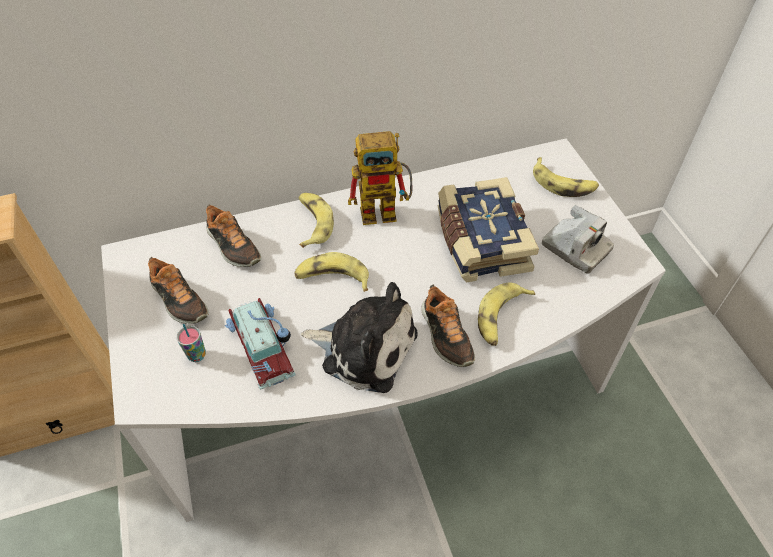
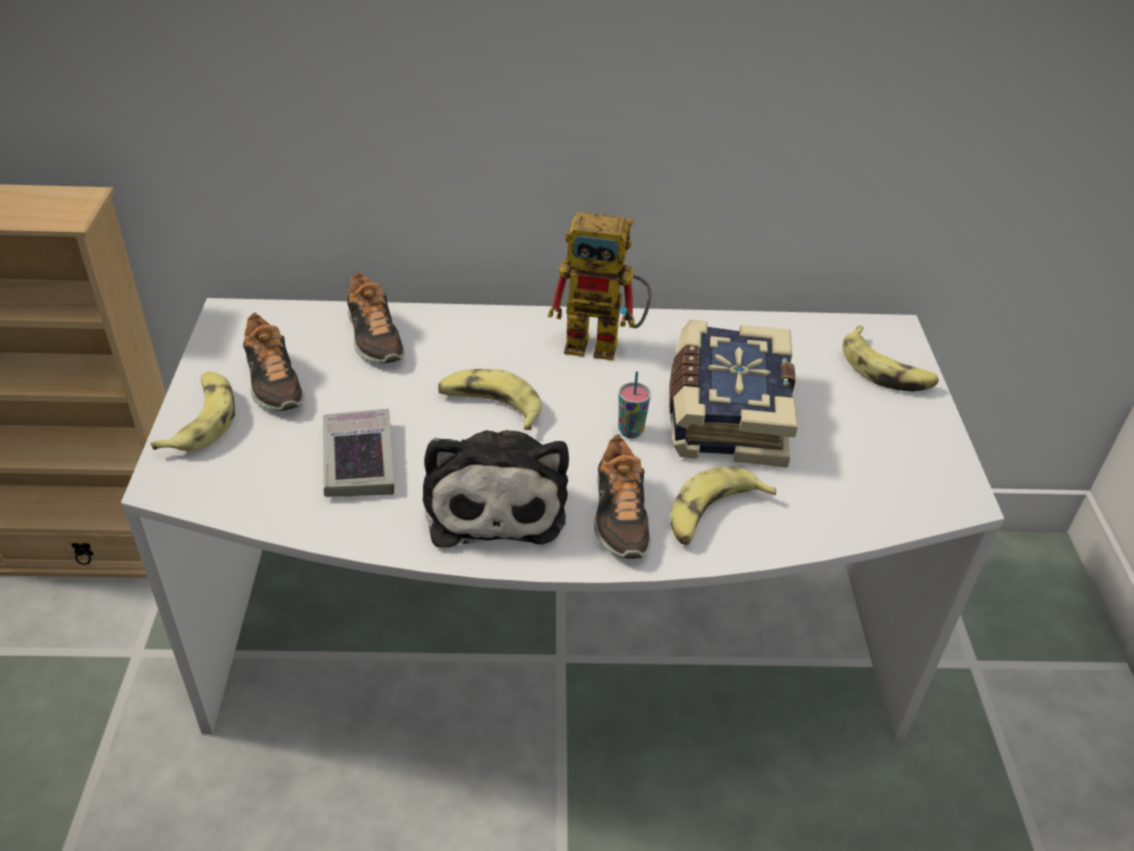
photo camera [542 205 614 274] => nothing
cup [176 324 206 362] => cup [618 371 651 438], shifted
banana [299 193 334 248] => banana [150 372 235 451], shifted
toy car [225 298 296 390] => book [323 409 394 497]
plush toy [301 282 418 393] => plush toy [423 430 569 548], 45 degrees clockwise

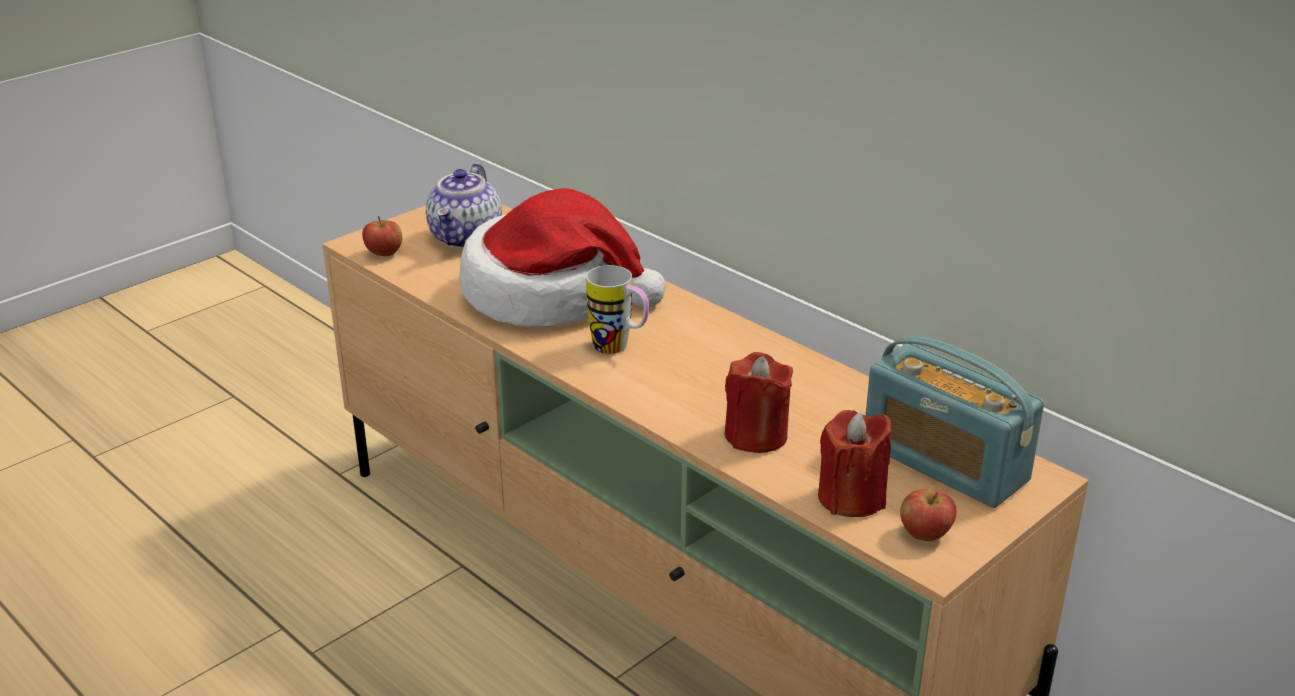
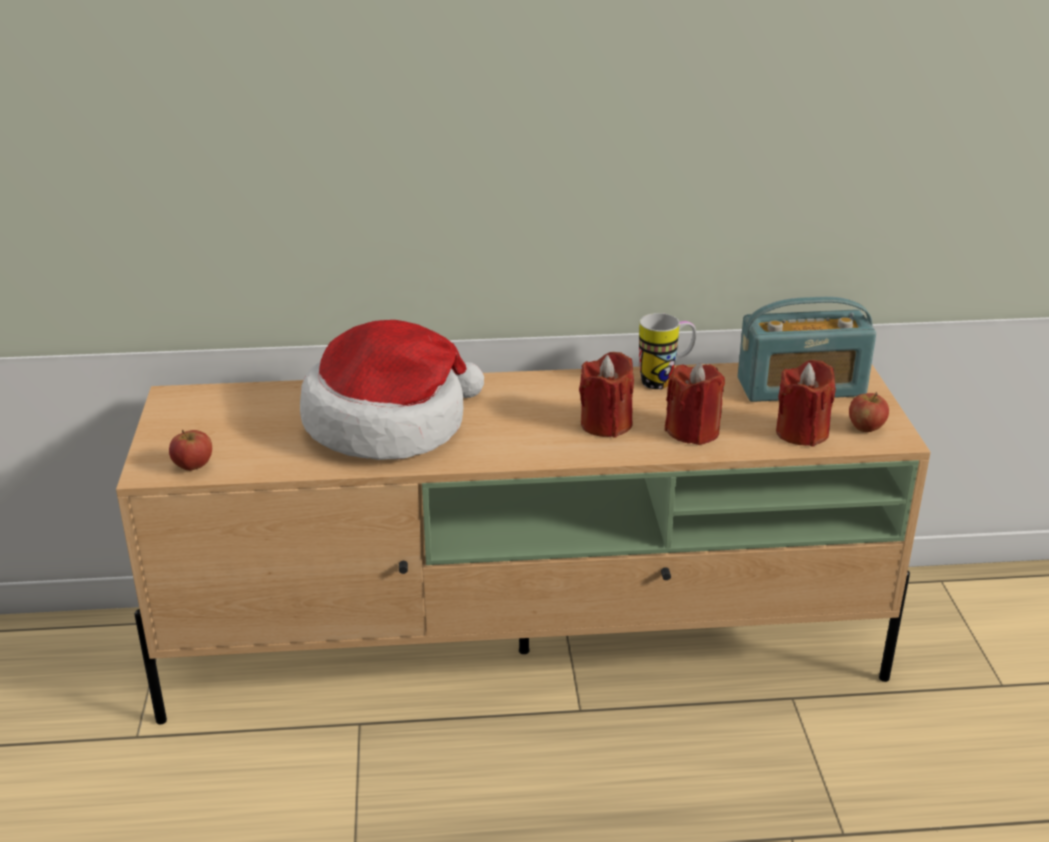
teapot [426 163 502 248] => nothing
nothing => candle in red [579 352 634 437]
mug [586 265 649 354] => mug [639 313 696 389], shifted

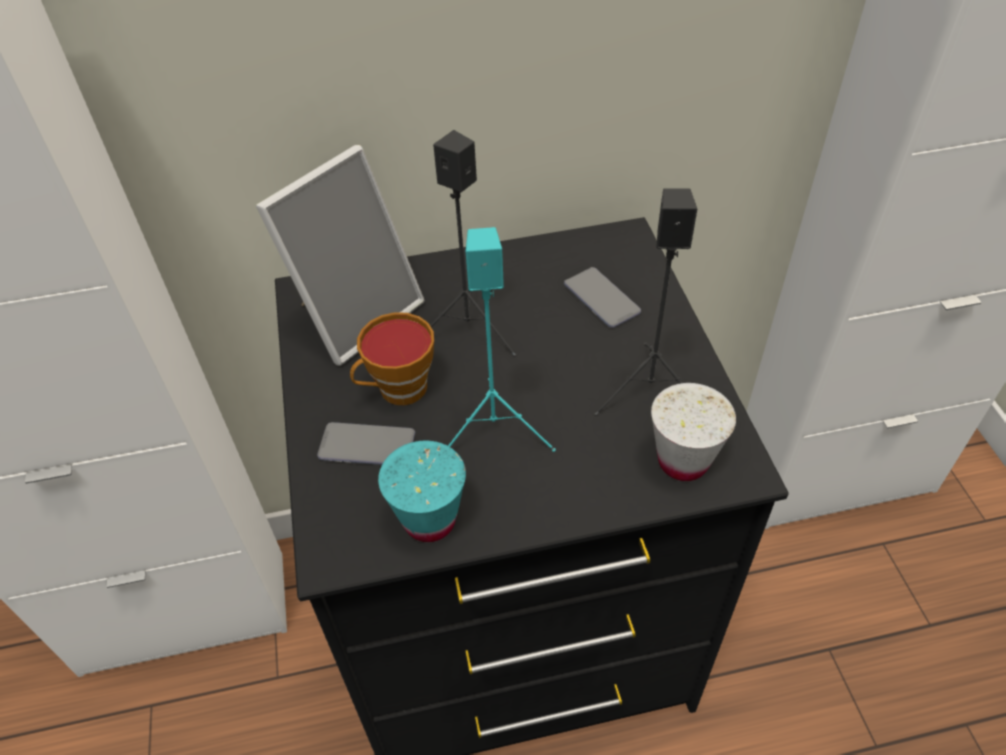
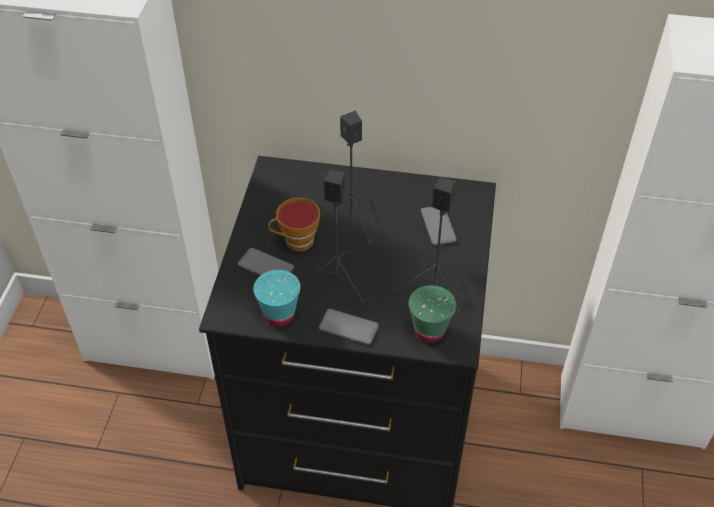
picture frame [256 145 425 366] => nothing
nothing => phone [319 309 379 345]
speaker in turquoise [448 227 556 452] => speaker in black [300 169 364 303]
cup in white [651 383 736 481] => cup in green [408 285 456 343]

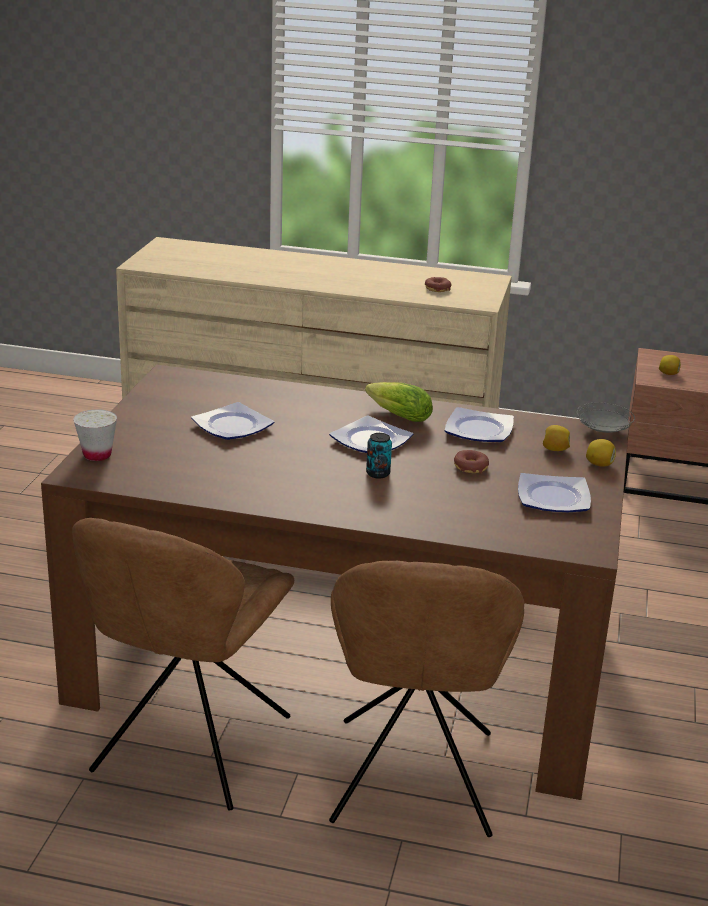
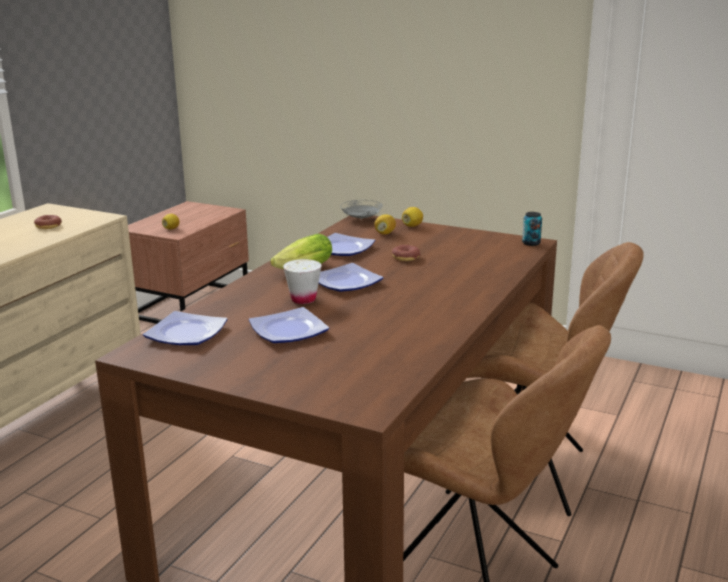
cup in white [73 409 117 461] => cup in white [283 259 322 304], shifted
can [366 433 392 479] => can [522 212 542 246], shifted
plate [518 473 591 512] => plate [143 311 228 345], shifted

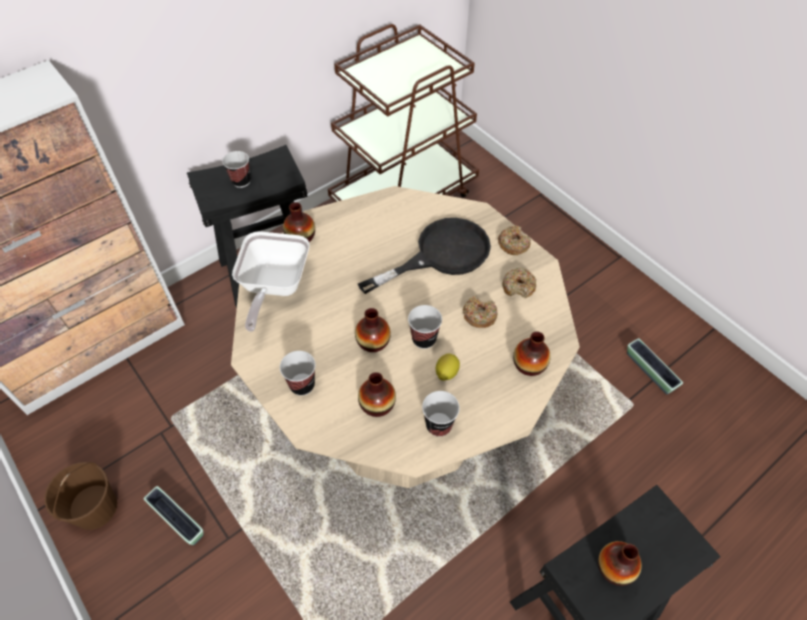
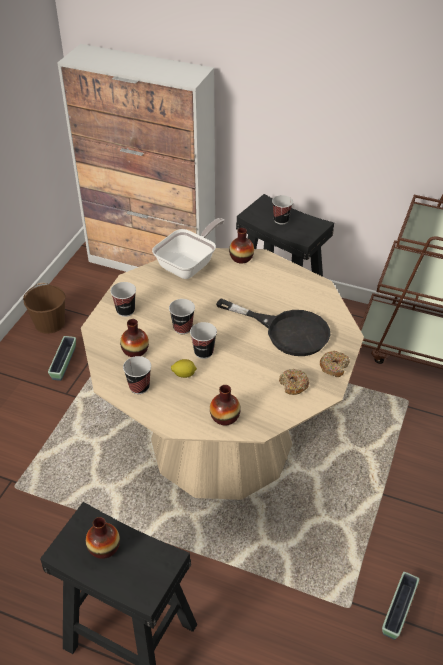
donut [463 296 497 328] => nothing
vase [355 308 391 352] => cup [169 299 195 334]
frying pan [232 231 310 332] => frying pan [152 218 225 279], 150 degrees clockwise

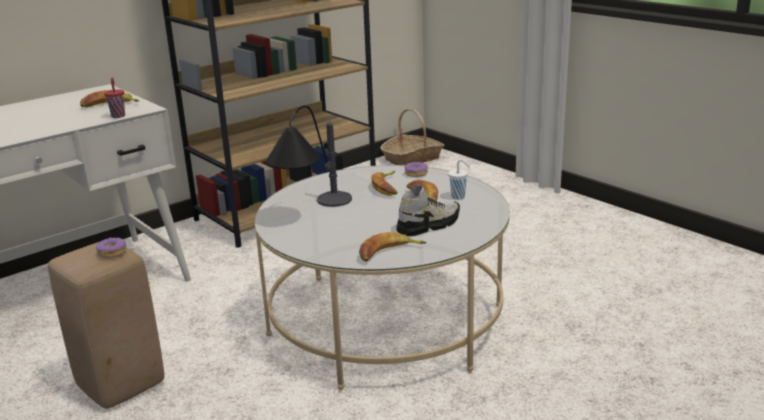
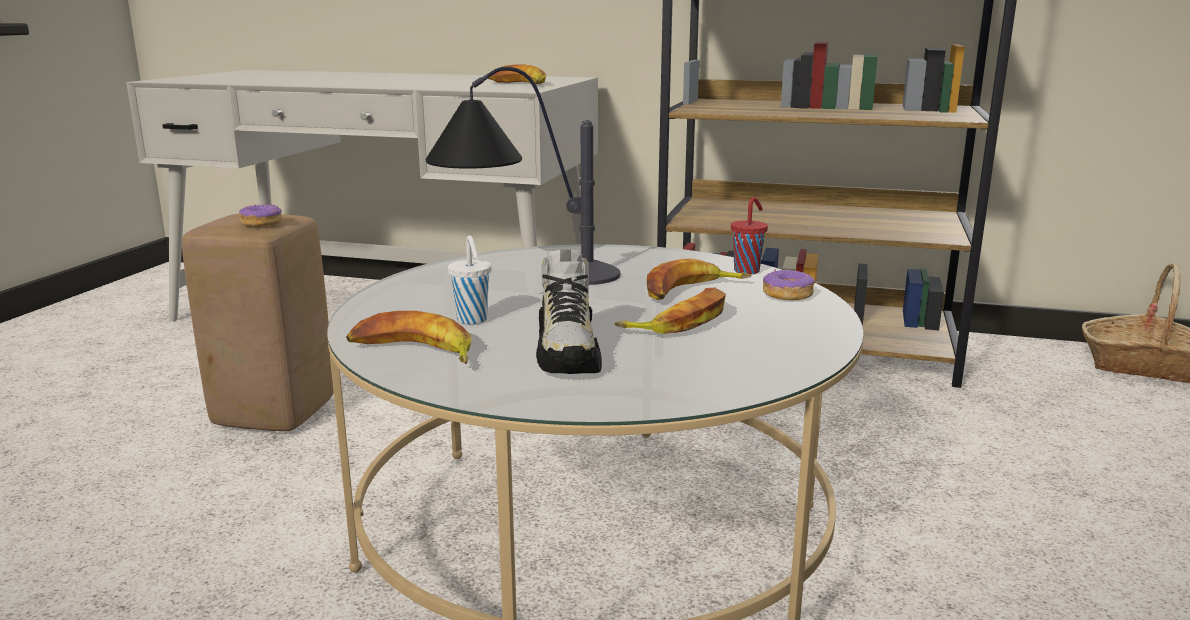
cup in red [104 78 125 118] => cup in red [731 197 768 274], shifted
cup in white [448 159 470 199] => cup in white [448 235 492 324], shifted
shoe [396 185 460 236] => shoe [536 249 602 374], 60 degrees clockwise

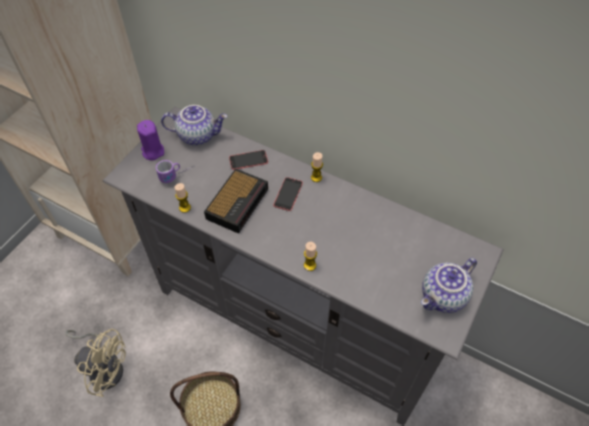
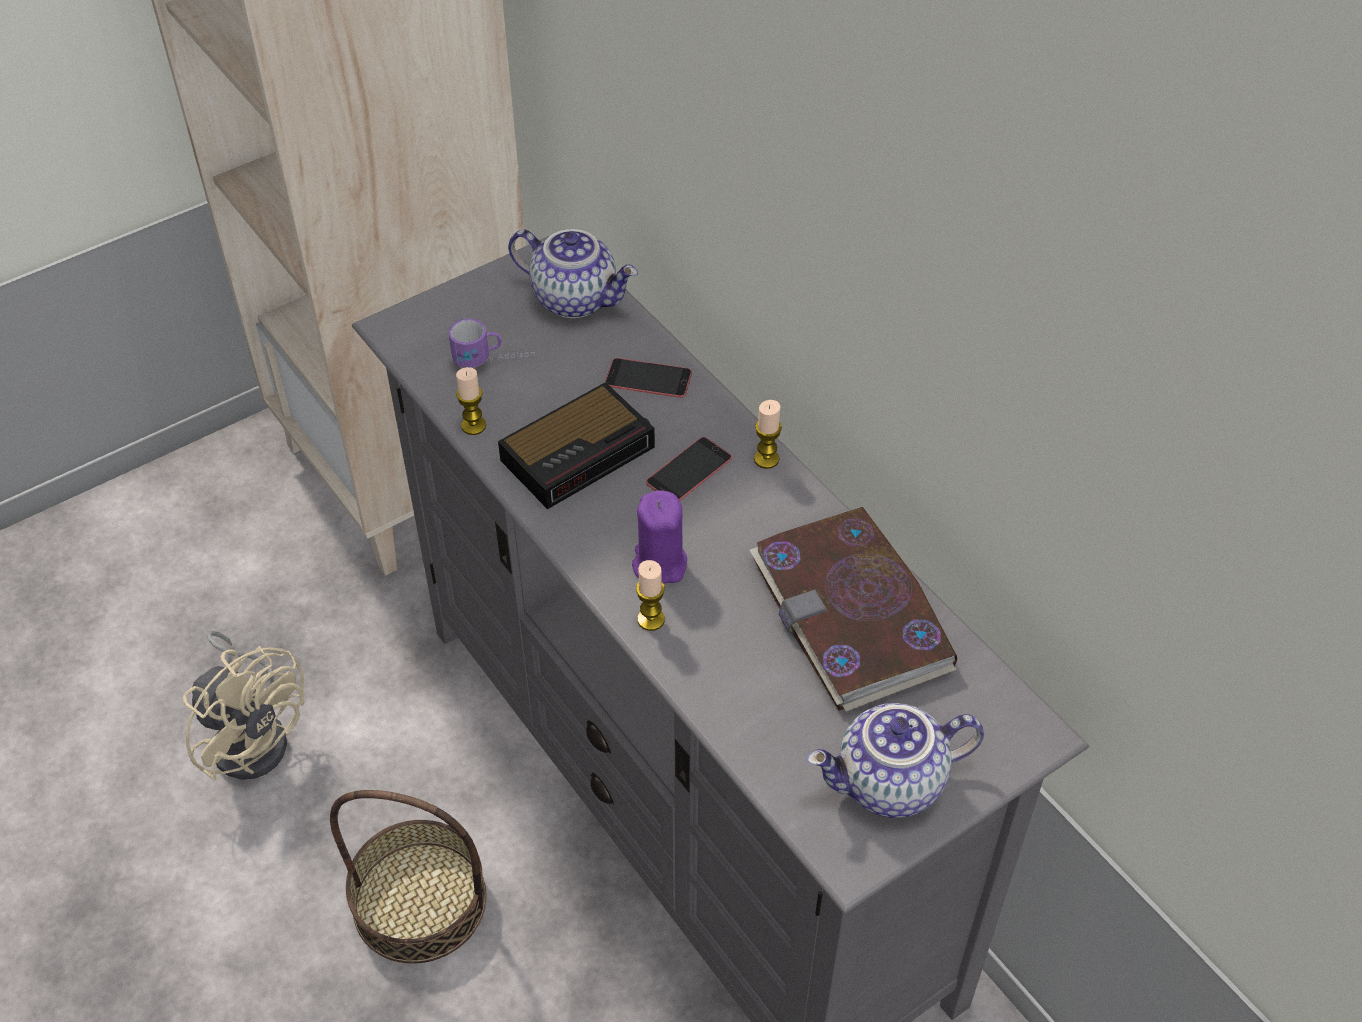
nothing => book [750 507 957 711]
candle in purple [137 120 164 160] => candle in purple [632 490 687 584], shifted

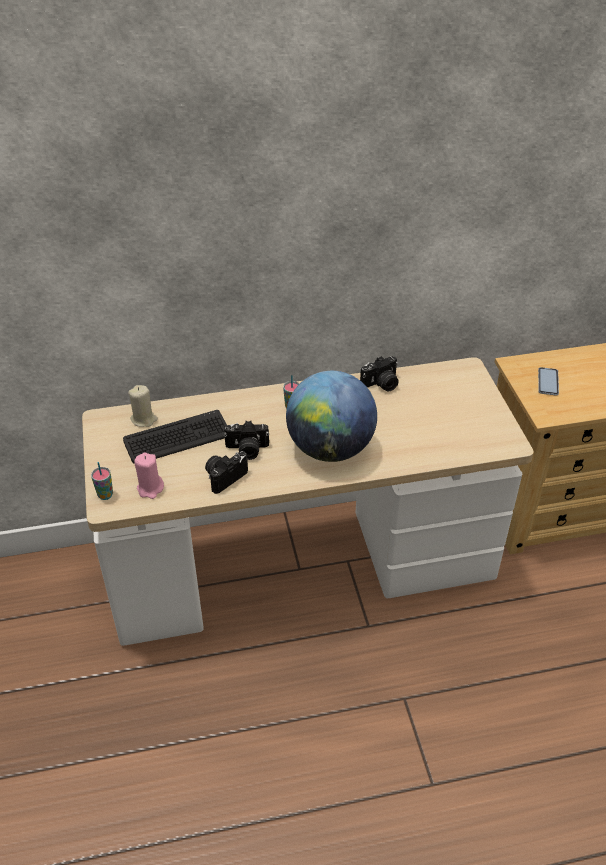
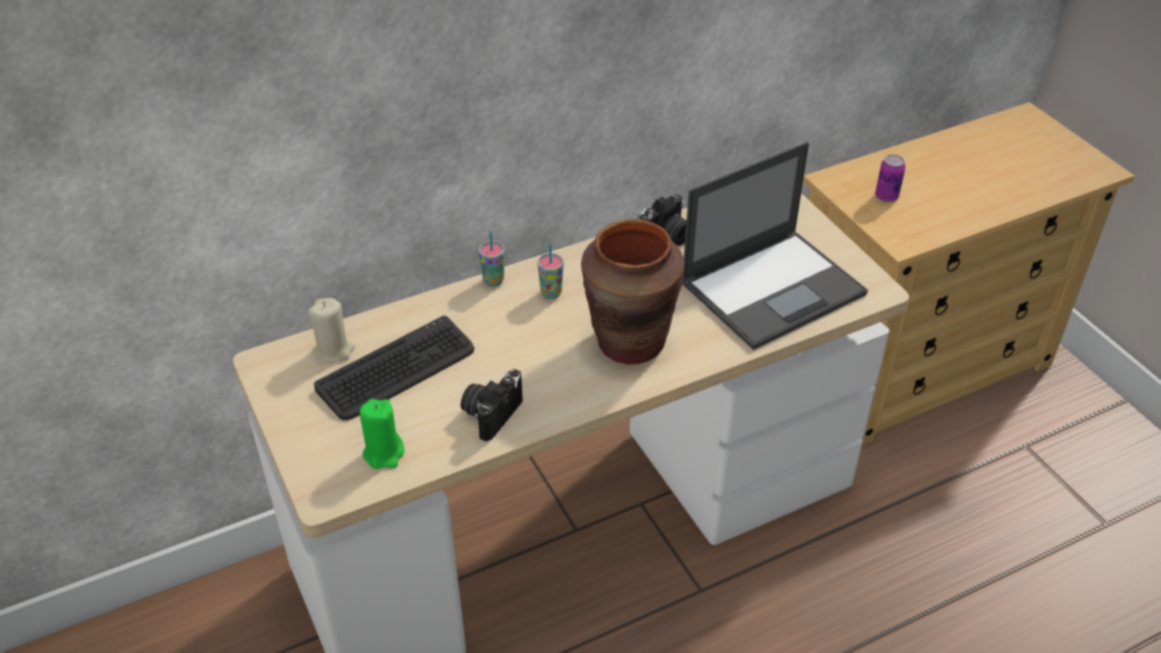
photo camera [224 421 269 460] => nothing
nothing => laptop [683 142 868 350]
cup [91 462 113 500] => cup [479 232 505 287], shifted
globe [286 371 377 462] => vase in brown [581 219 685 364]
phone [538 367 559 396] => can [875 155 906 202]
candle in pink [134 452 164 499] => candle in green [360 399 404 469]

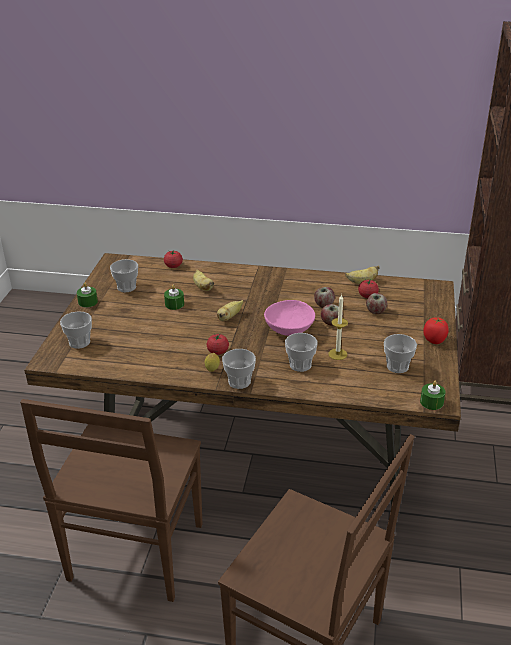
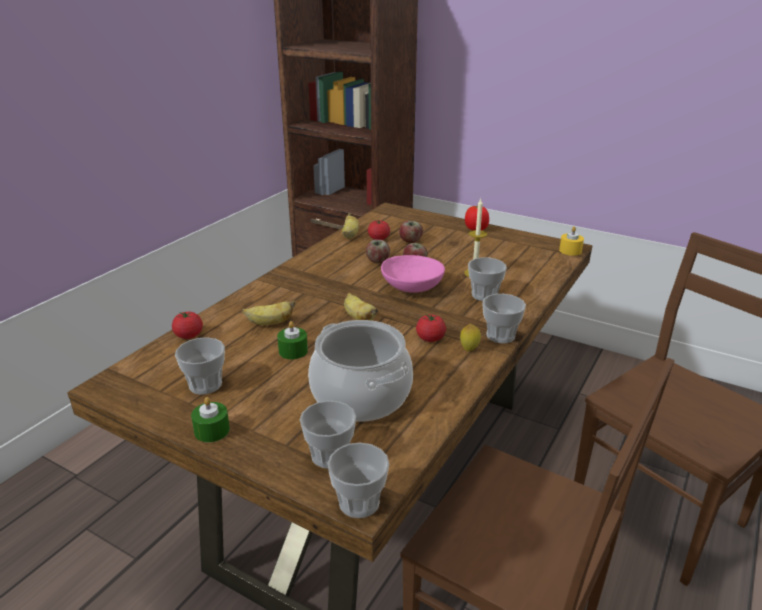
nothing => cooking pot [308 320 413 421]
cup [384 334 417 373] => cup [328 443 389 518], shifted
candle in green [420 381 445 410] => candle in yellow [559 226 584 256]

